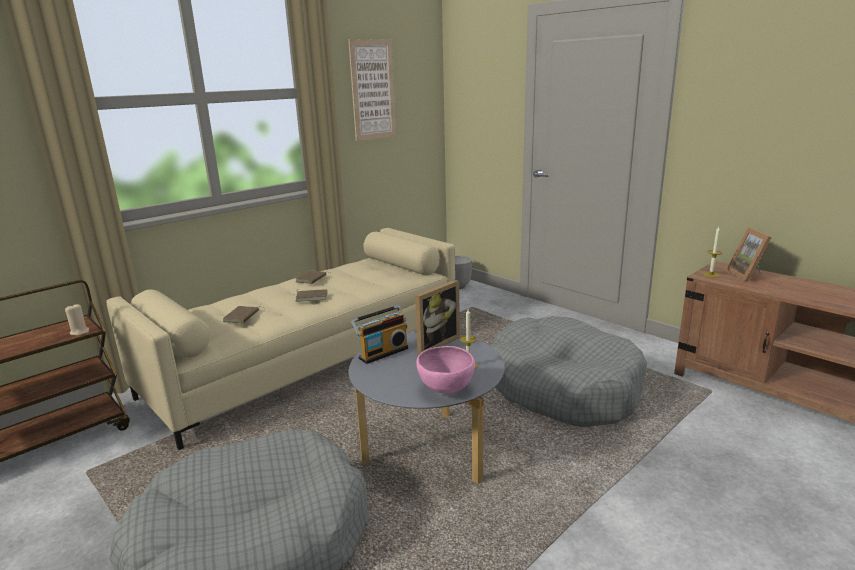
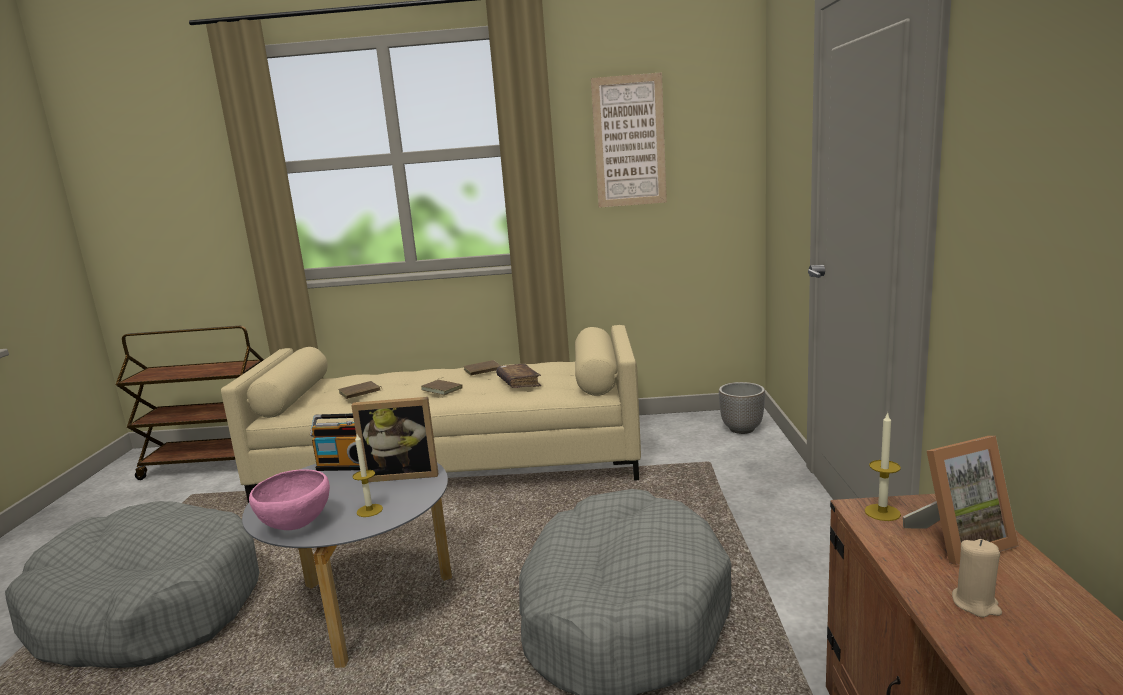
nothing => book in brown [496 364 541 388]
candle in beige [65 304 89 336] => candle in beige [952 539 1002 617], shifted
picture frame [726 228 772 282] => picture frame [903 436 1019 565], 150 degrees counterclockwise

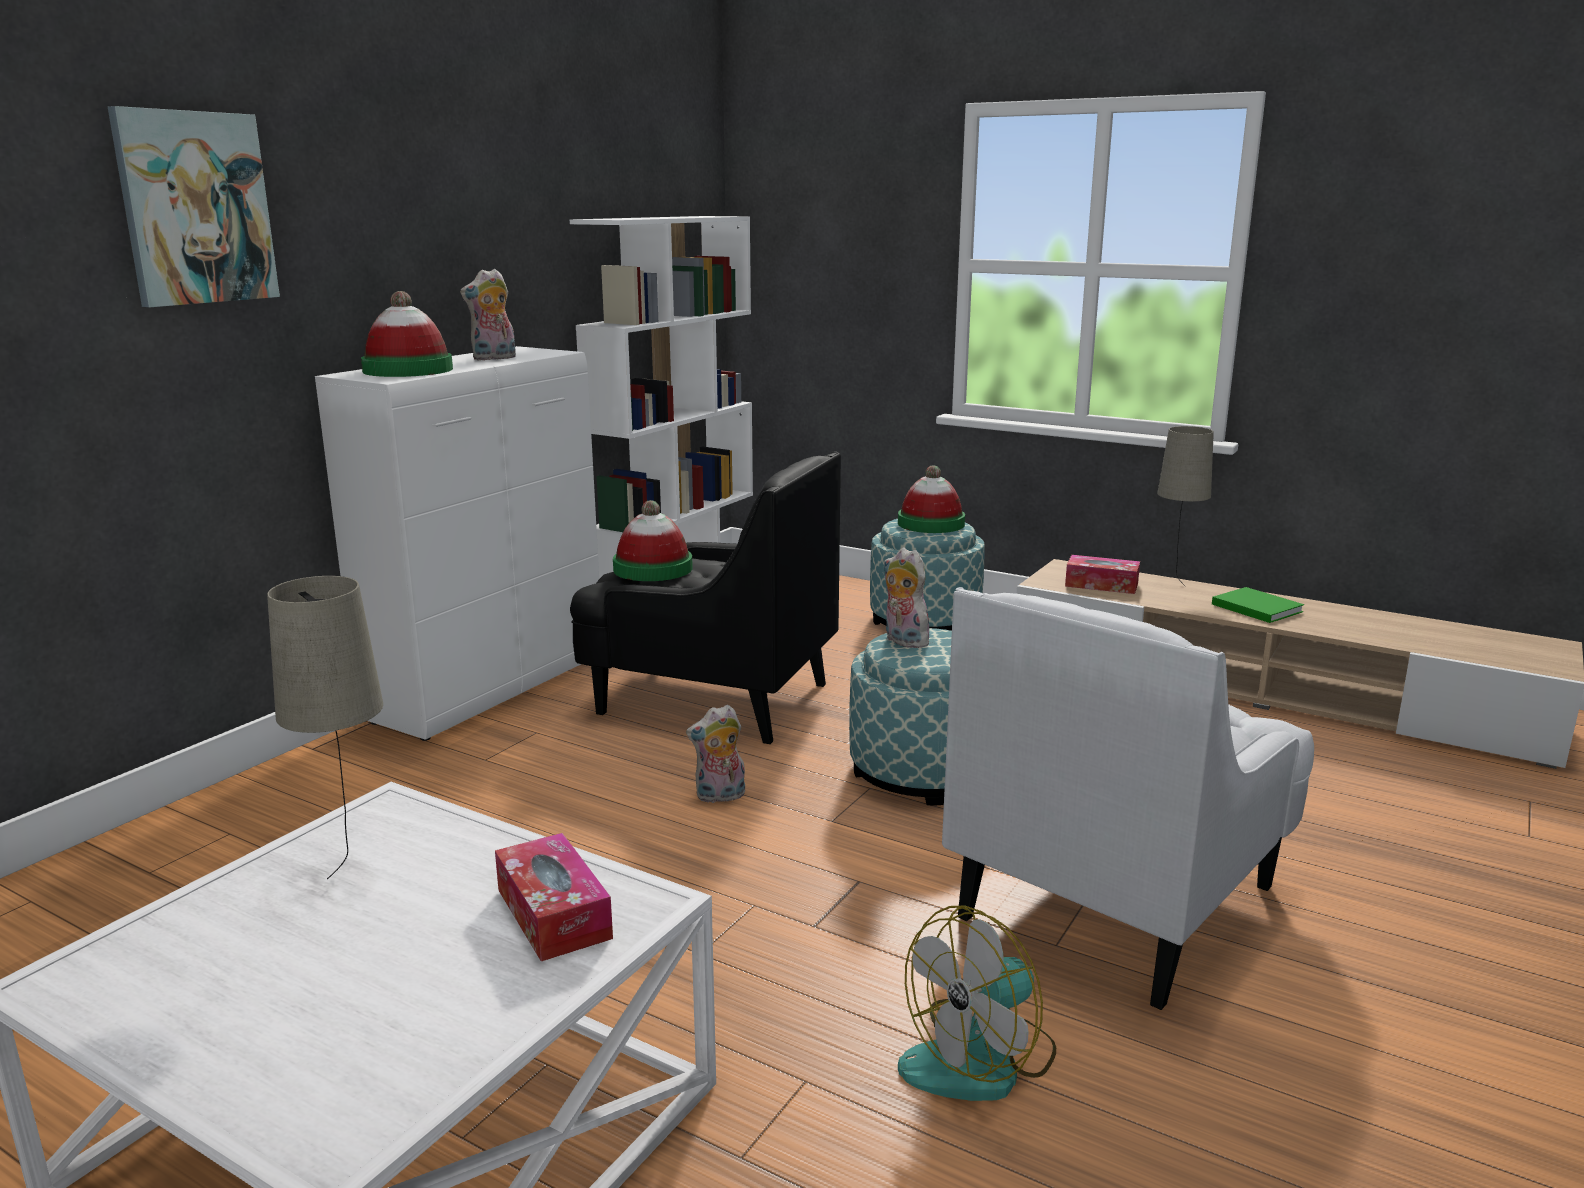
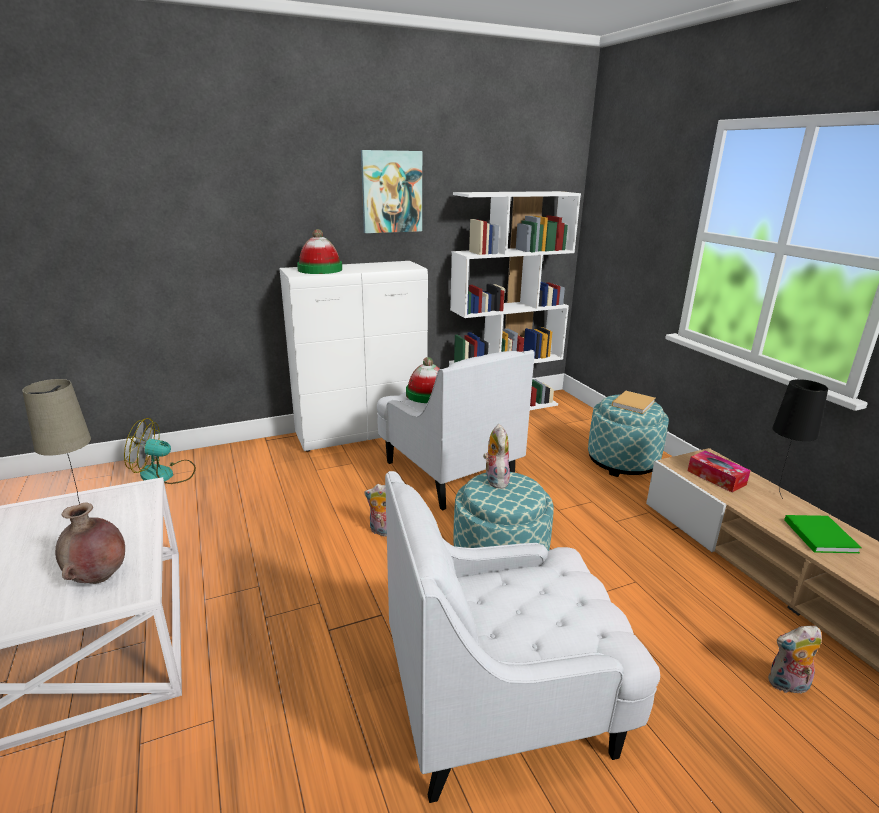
picture [108 106 280 307] => picture [361 150 422 233], shifted
plush toy [460 269 516 360] => plush toy [768 626 822 697], shifted
fan [898 906 1056 1101] => fan [124 418 196 484], shifted
tissue box [495 833 613 961] => vase in brown [55 502 125 584]
hat [898 465 965 533] => book in beige [612 391 656 414]
armchair in black [570 452 841 744] => armchair in white [377 350 535 510]
table lamp in beige [1157 426 1214 587] => table lamp in black [773 379 828 499]

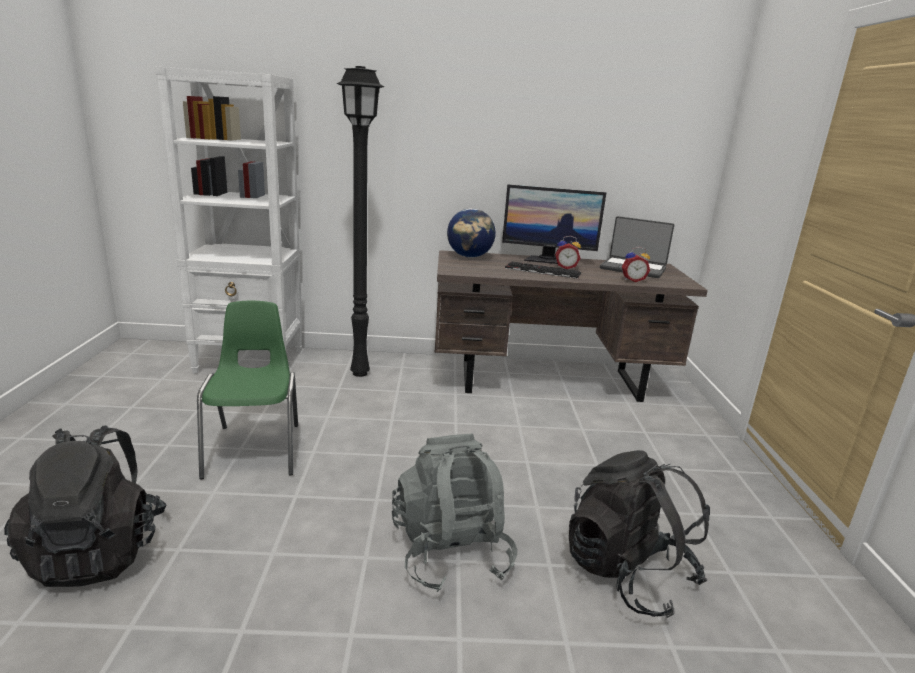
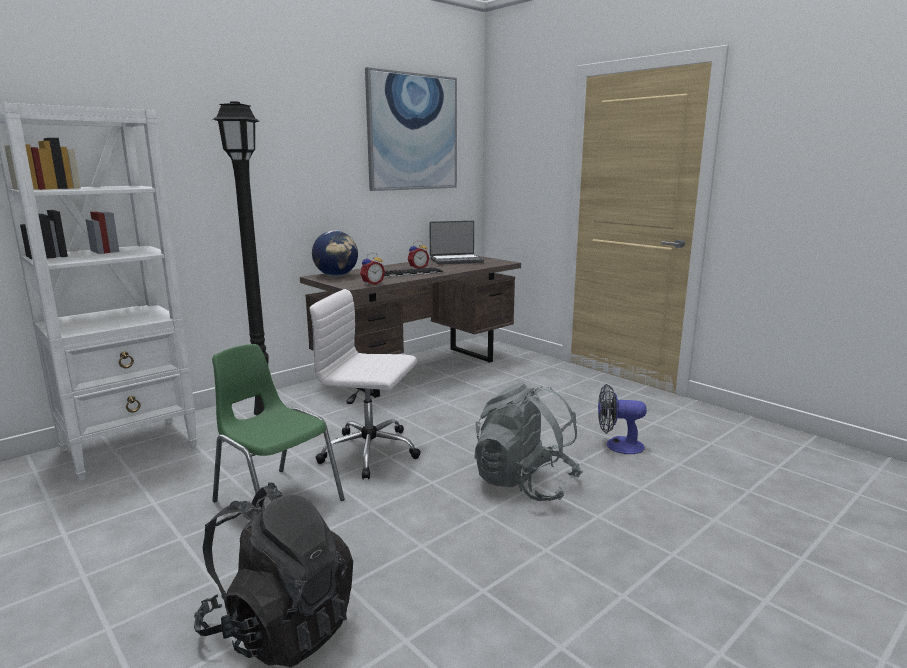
monitor [502 185 606 264] => nothing
nothing => office chair in white [309 289 421 480]
nothing => picture [365 67 457 191]
alarm clock [622 247 650 282] => alarm clock [360 252 385 285], shifted
backpack in black [569 450 710 618] => fan [598 384 647 454]

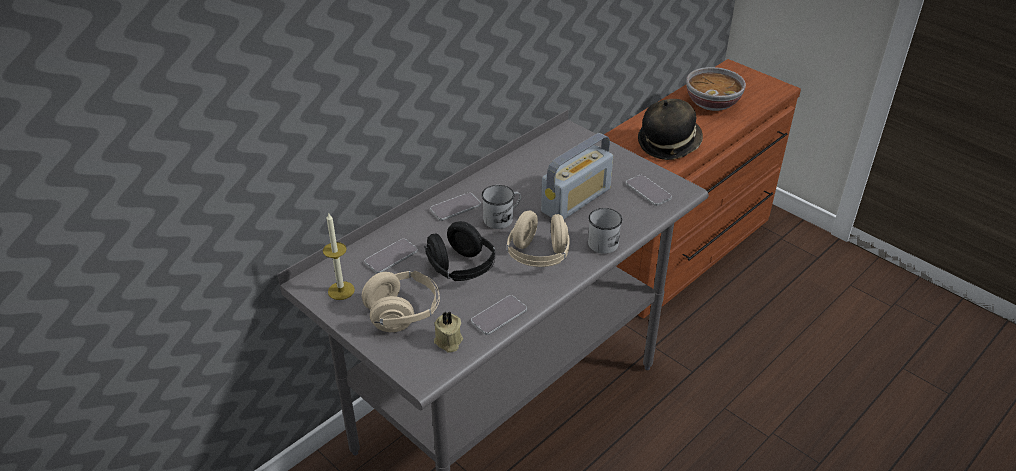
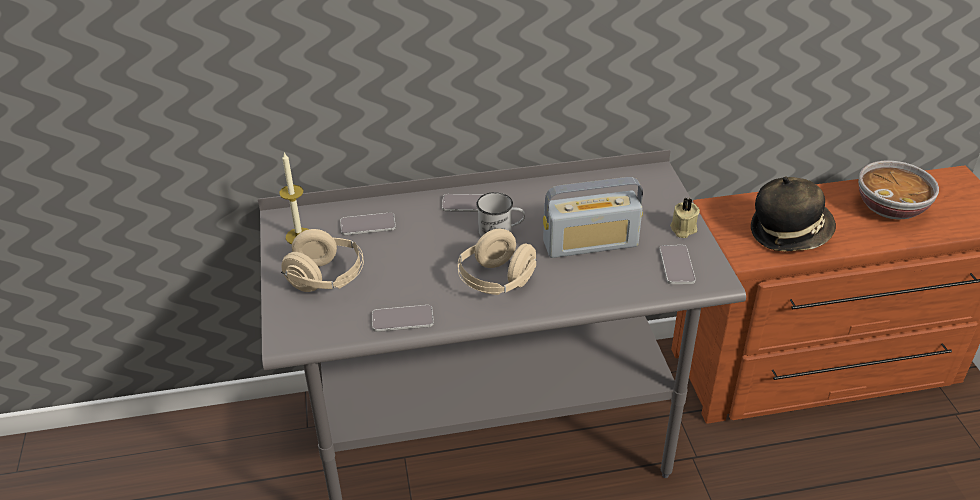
headphones in black [424 221 495 281] => nothing
mug in white [588 208 623 254] => nothing
candle in beige [434 312 463 353] => candle in beige [670 198 700 238], shifted

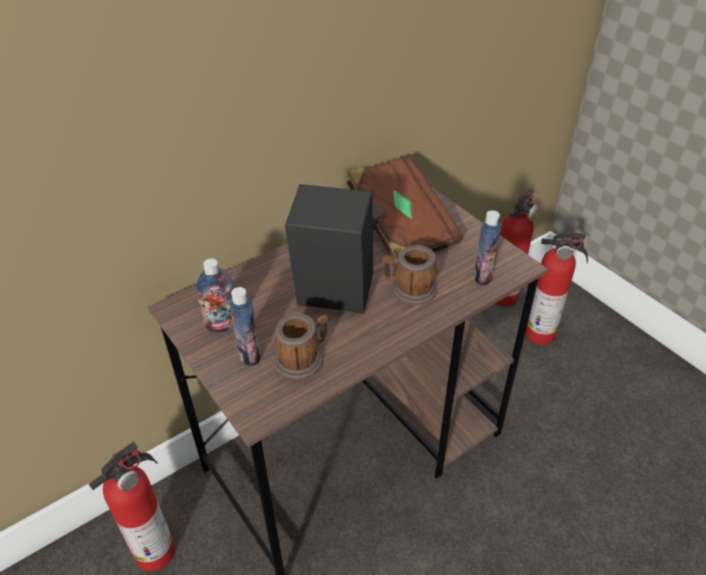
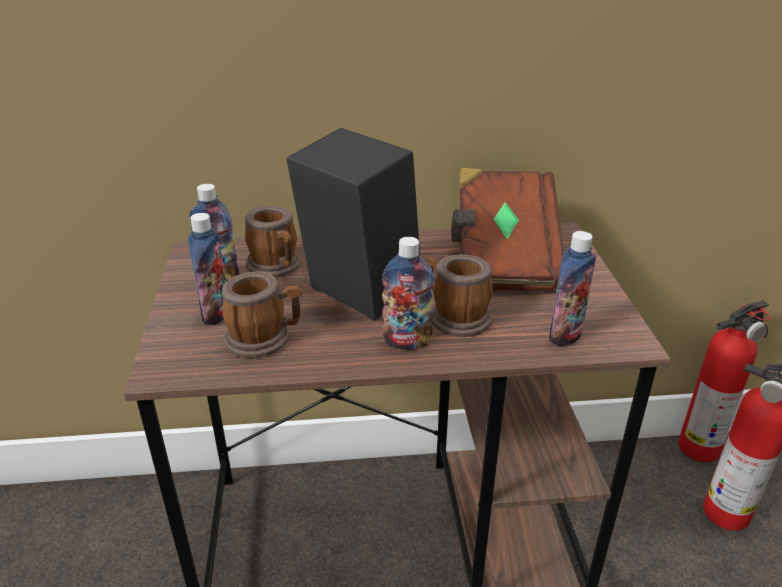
fire extinguisher [89 442 175 571] => nothing
nothing => mug [245 206 301 278]
nothing => bottle [382 237 434 350]

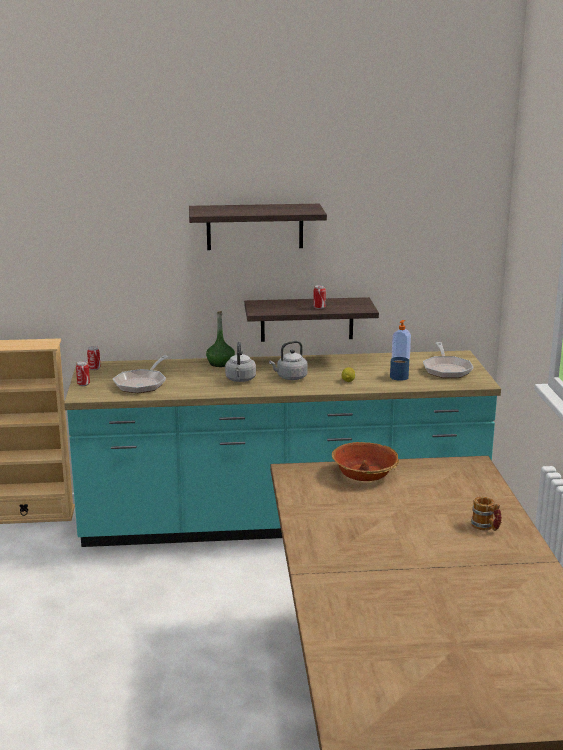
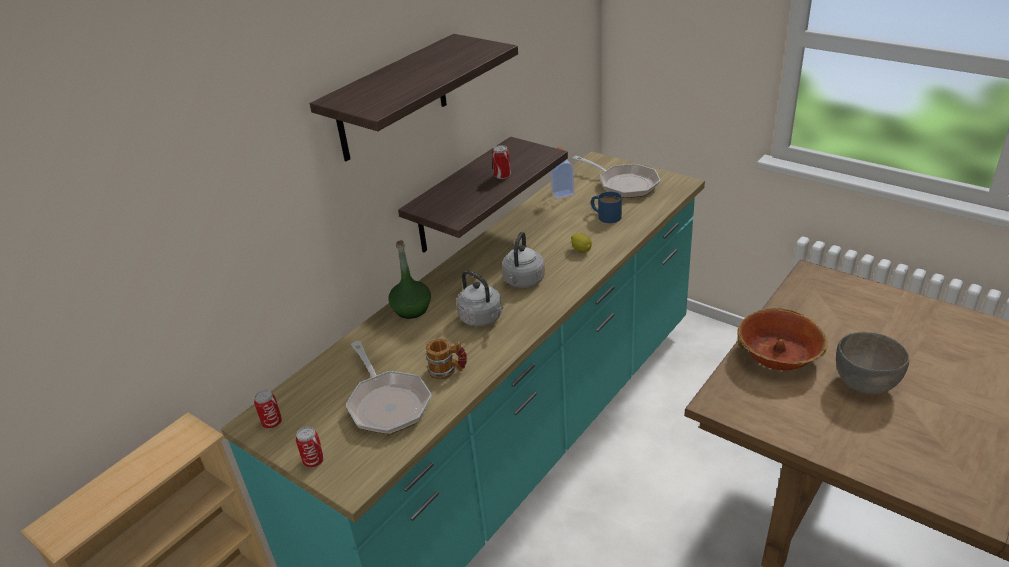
nothing => bowl in grey [836 332 909 395]
mug [471 497 502 531] => mug [425 339 467 380], shifted

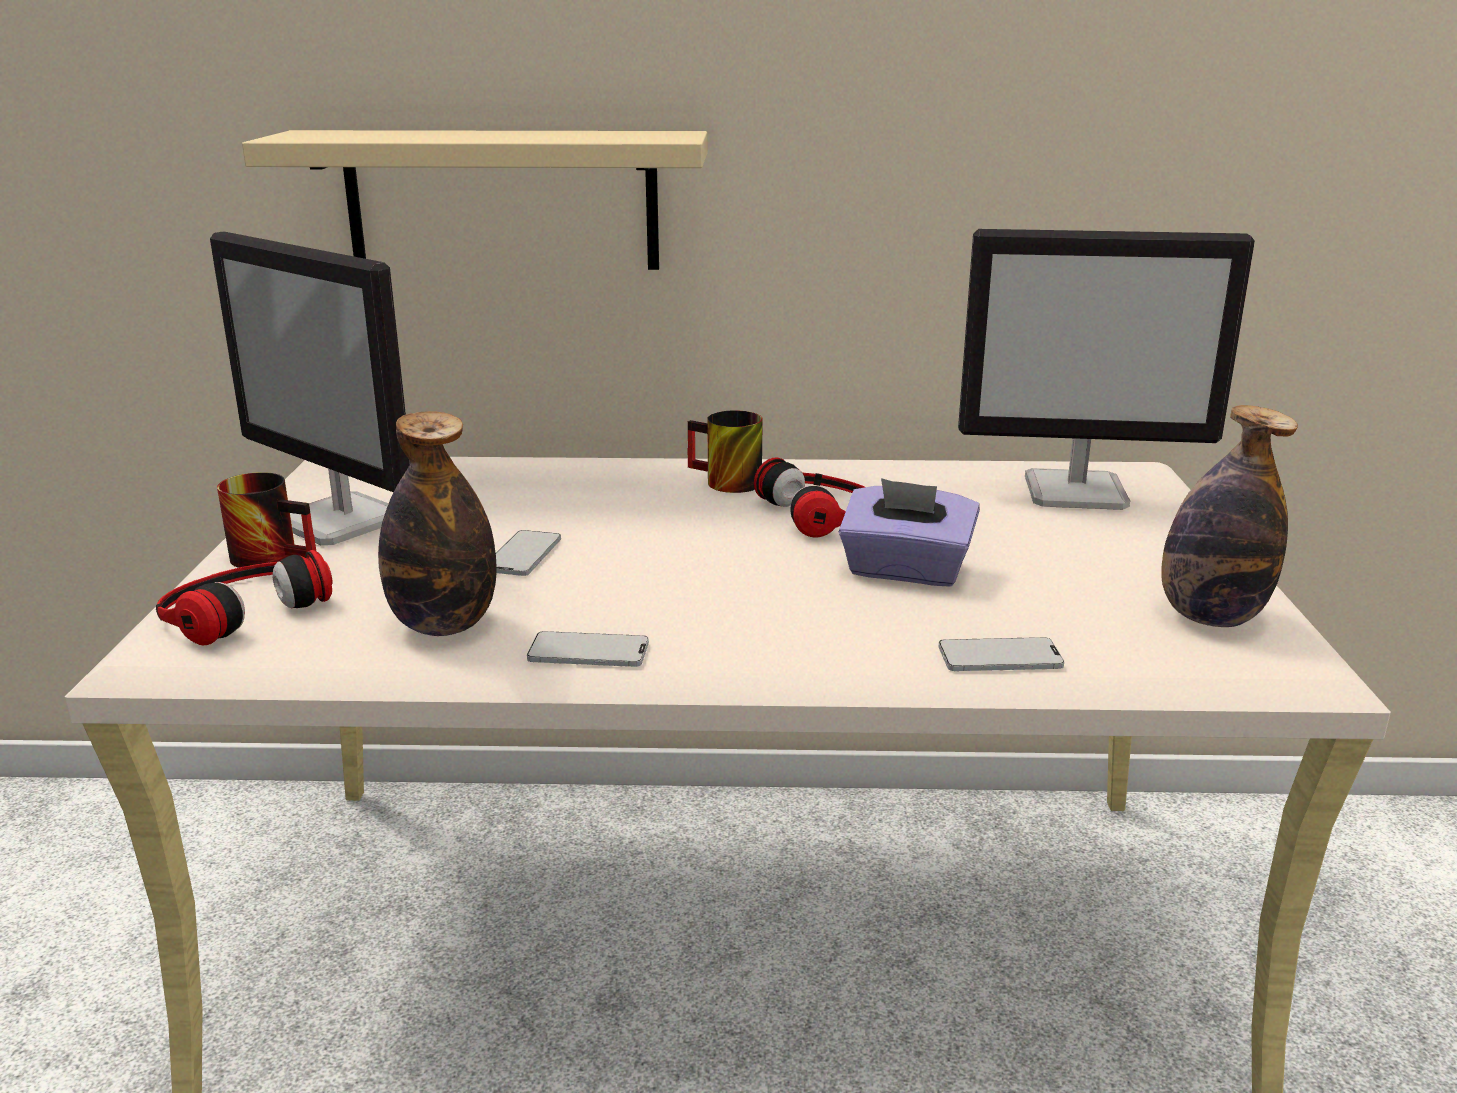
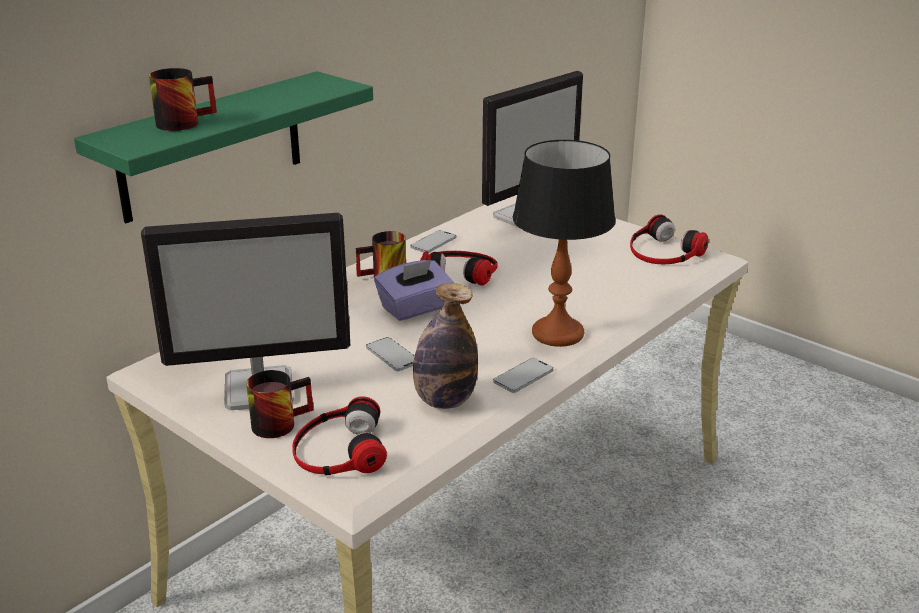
nothing => mug [149 68 217 131]
nothing => table lamp [513 140 616 347]
tissue box in purple [839 478 980 587] => tissue box in purple [374 260 454 321], shifted
phone [939 637 1064 671] => phone [410 230 456 253], shifted
bottle [1161 405 1298 627] => headphones [630 214 709 264]
shelf in beige [242 130 708 270] => shelf in green [74 71 373 223]

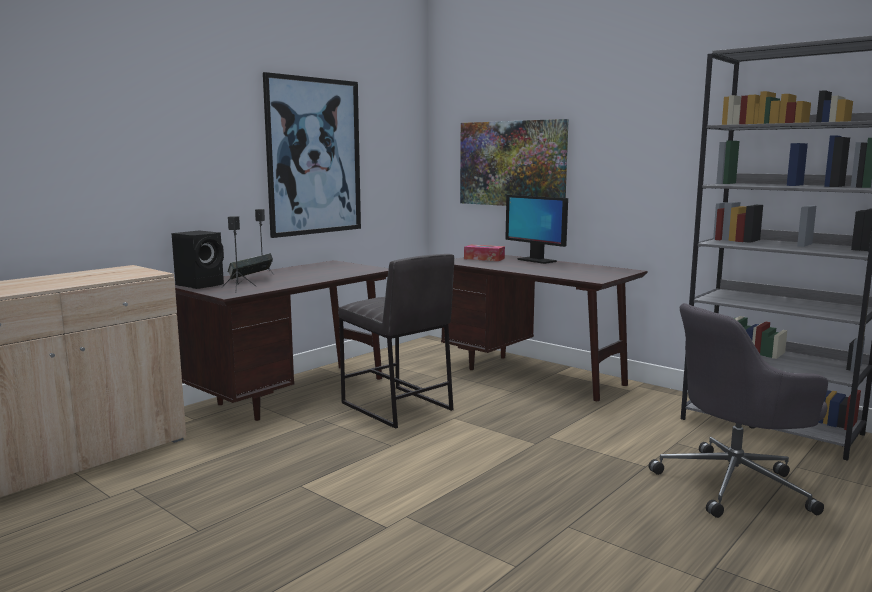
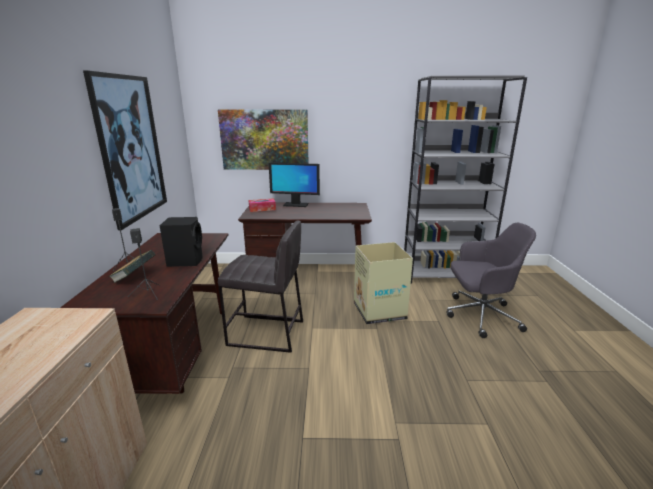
nothing => cardboard box [354 242 413 325]
speaker in black [172 231 224 289] => speaker in black [160 217 203 267], shifted
office chair in grey [649 303 828 518] => office chair in grey [446 223 536 338], 120 degrees counterclockwise

